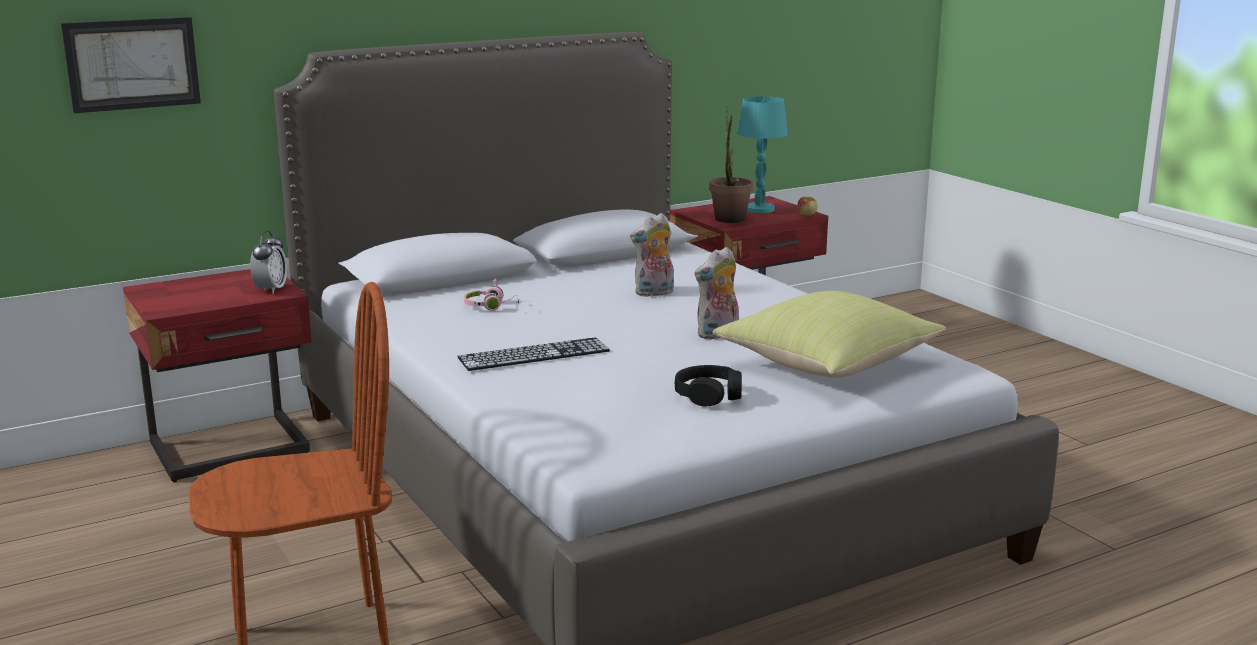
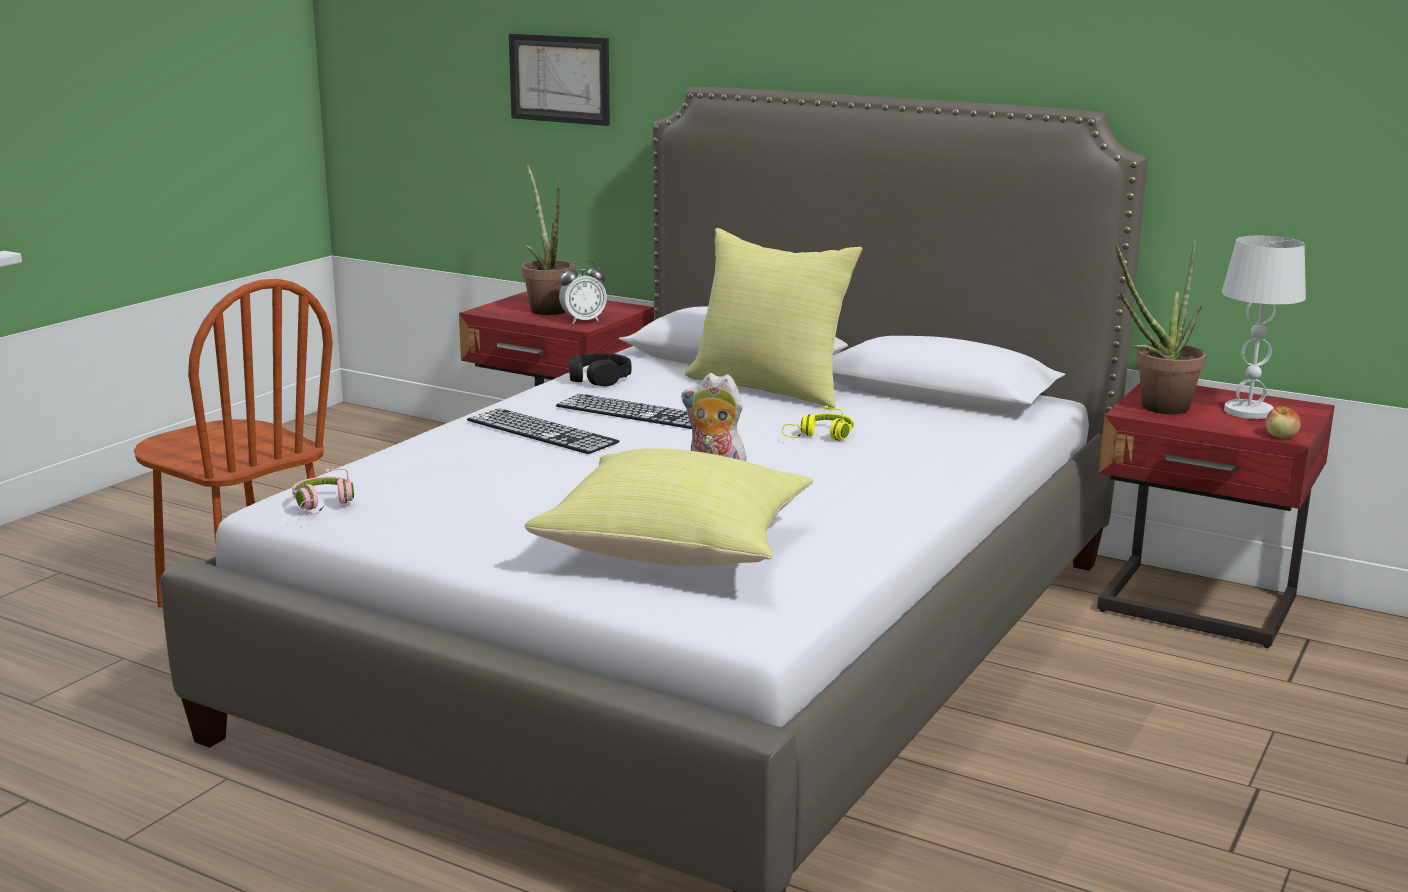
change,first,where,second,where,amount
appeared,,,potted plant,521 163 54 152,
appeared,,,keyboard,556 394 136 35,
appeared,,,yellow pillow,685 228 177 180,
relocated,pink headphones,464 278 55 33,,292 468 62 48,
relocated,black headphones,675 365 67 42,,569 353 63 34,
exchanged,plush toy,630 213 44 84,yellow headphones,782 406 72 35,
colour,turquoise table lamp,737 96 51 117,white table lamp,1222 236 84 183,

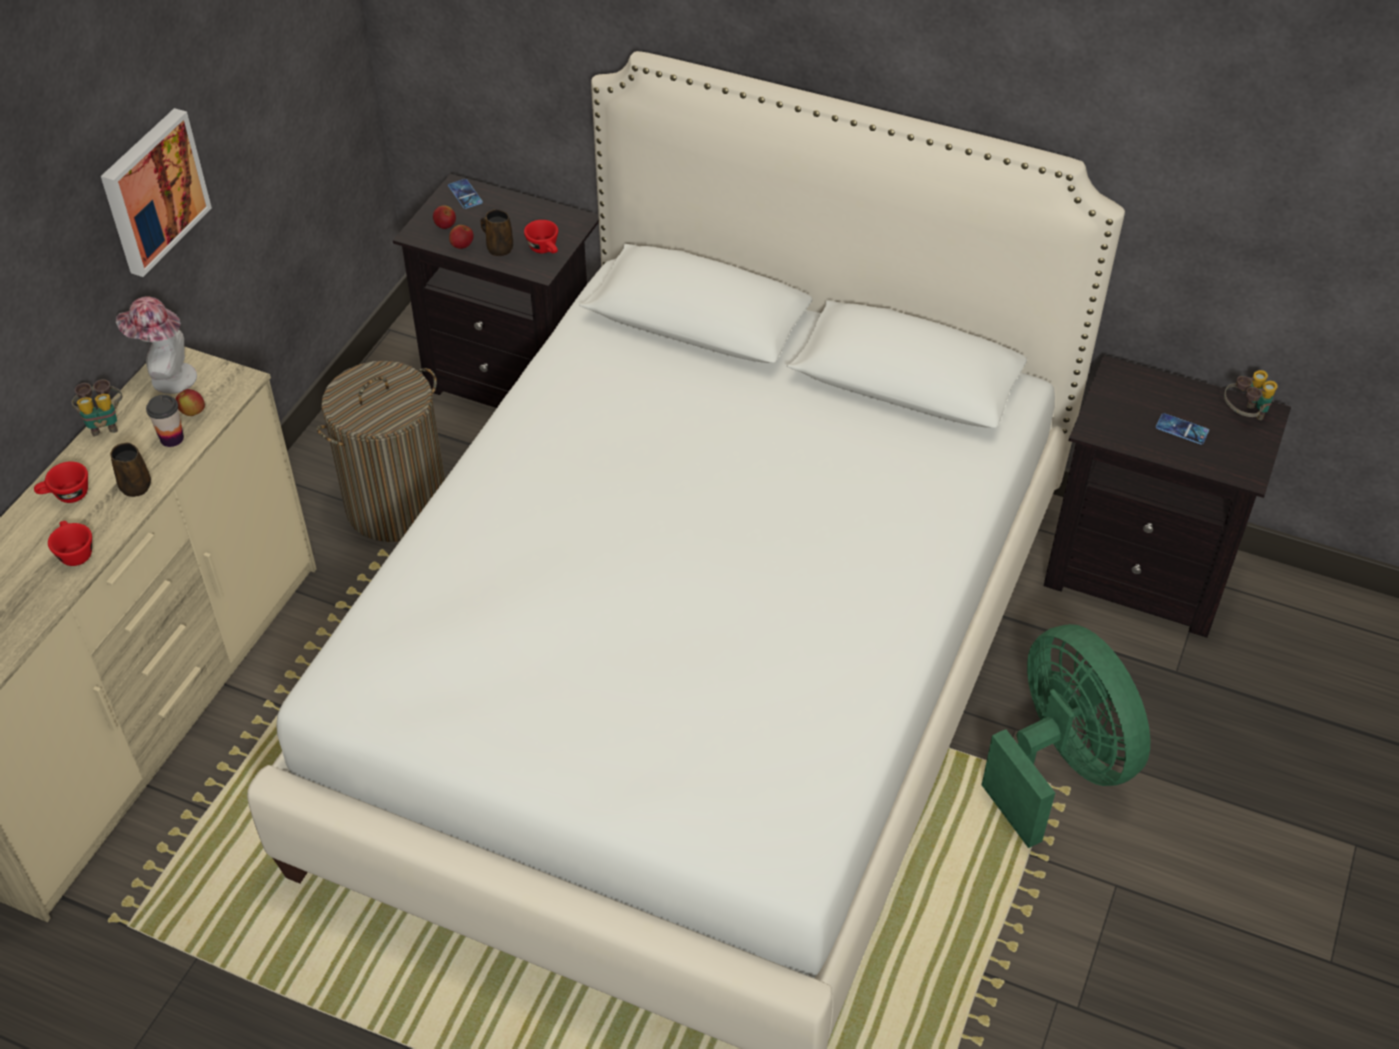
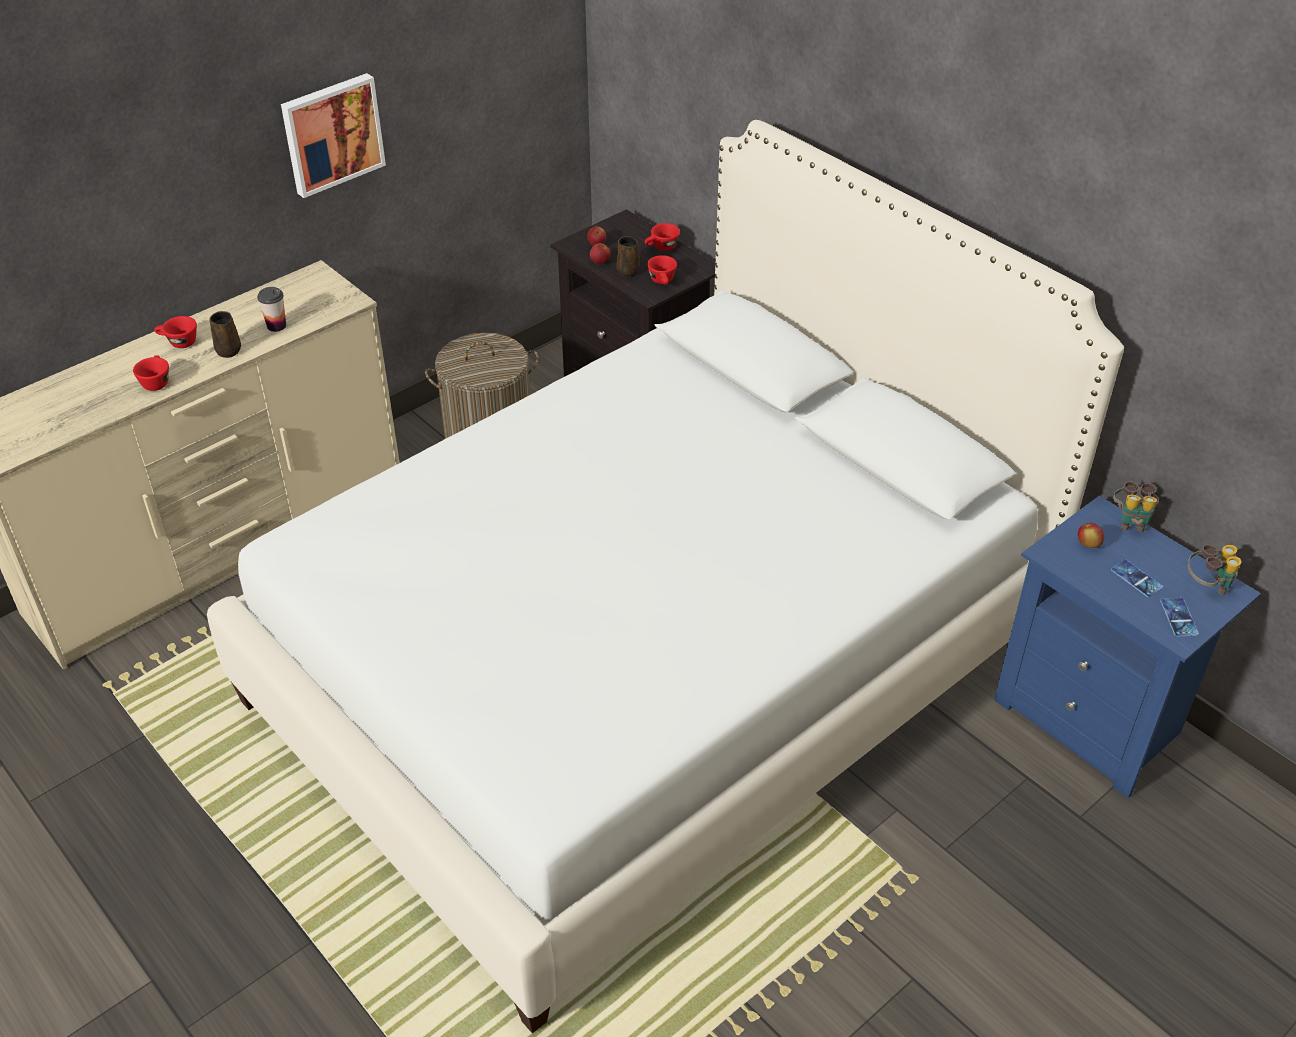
change,first,where,second,where,amount
missing,hat,116 296 81 98,,,
missing,green fan,982 624 168 224,,,
appeared,,,red cup,645 223 35 28,
relocated,binoculars,72 379 50 58,,1113 481 46 51,
relocated,apple,176 389 29 27,,1078 523 26 25,
relocated,phone,448 179 35 30,,1160 598 39 39,
colour,black nightstand,1043 355 248 283,blue nightstand,994 496 267 302,

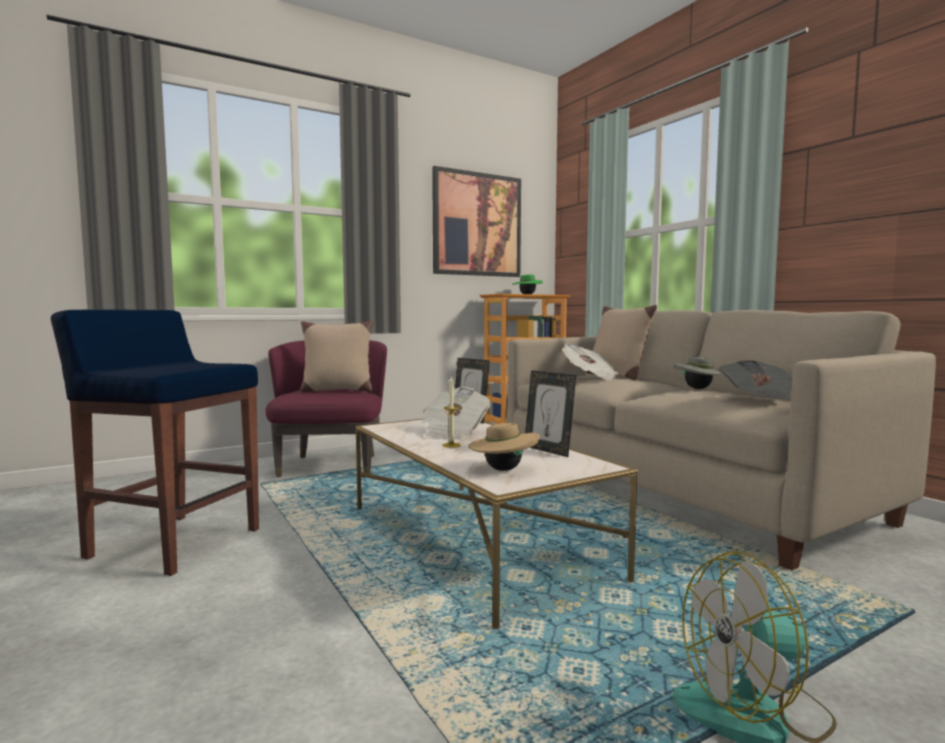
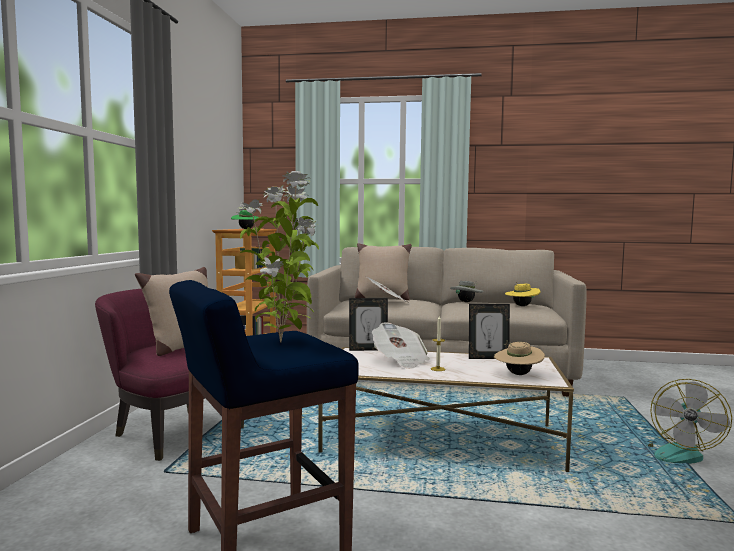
change,first,where,second,where,amount
missing,picture,432 166 89 111,,,
appeared,,,potted plant,239 171 80 172,
exchanged,newspaper,718 360 75 38,yellow hat,505 282 35 24,

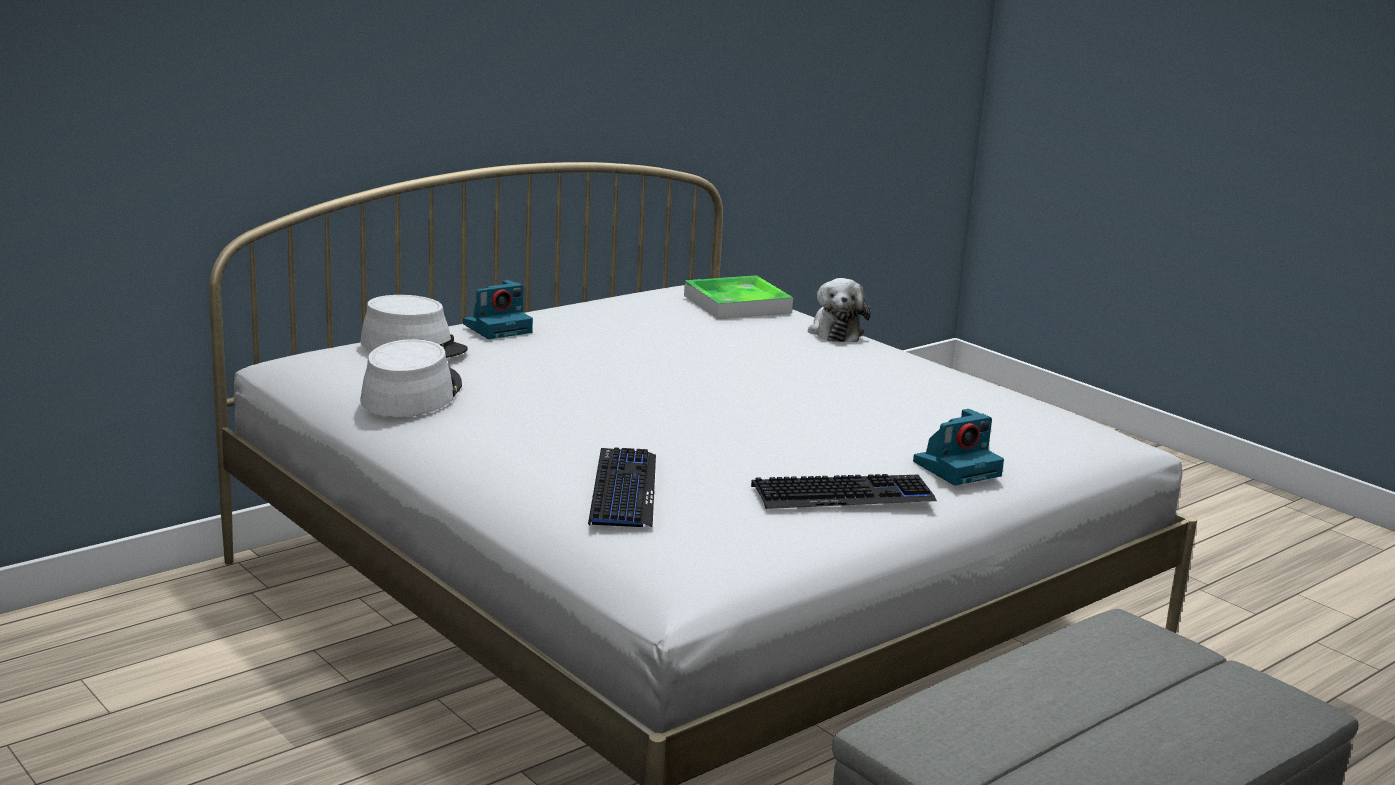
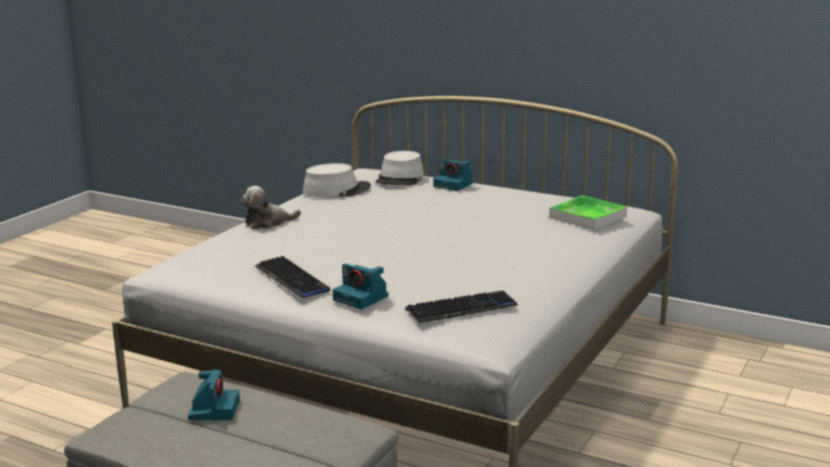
change,first,where,second,where,amount
appeared,,,photo camera,188 370 52 50,
relocated,keyboard,588 447 68 80,,406 291 112 33,
relocated,plush toy,808 278 63 64,,241 186 60 43,

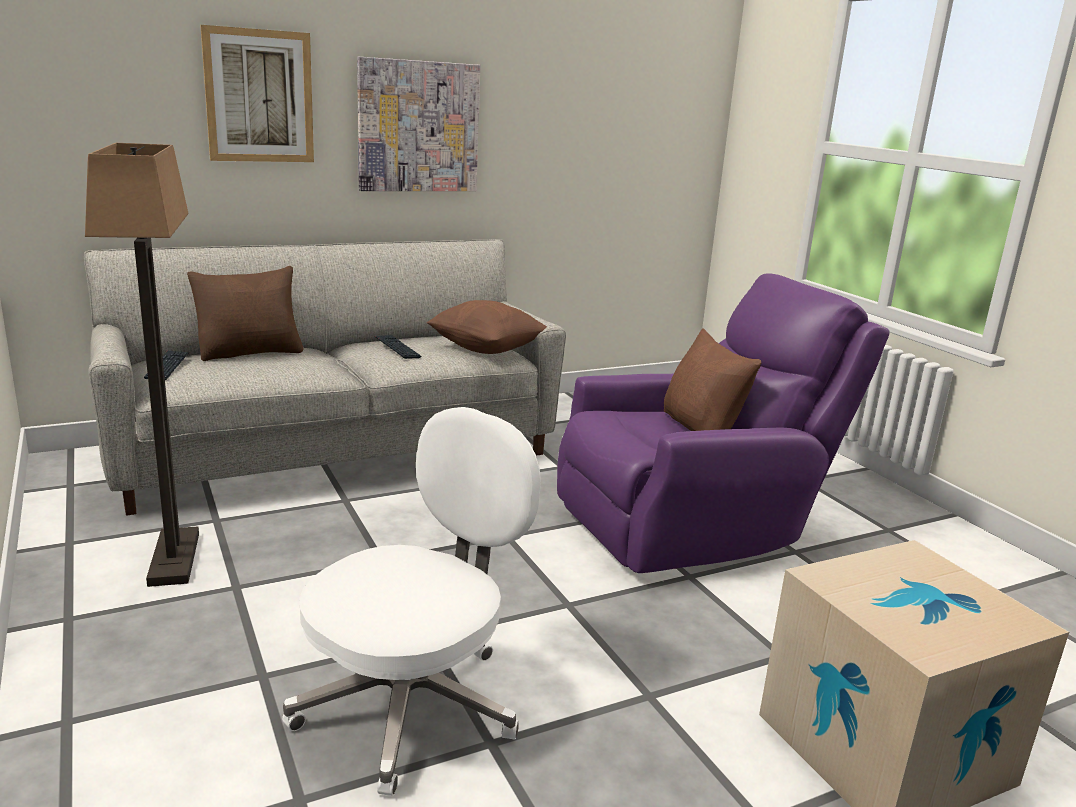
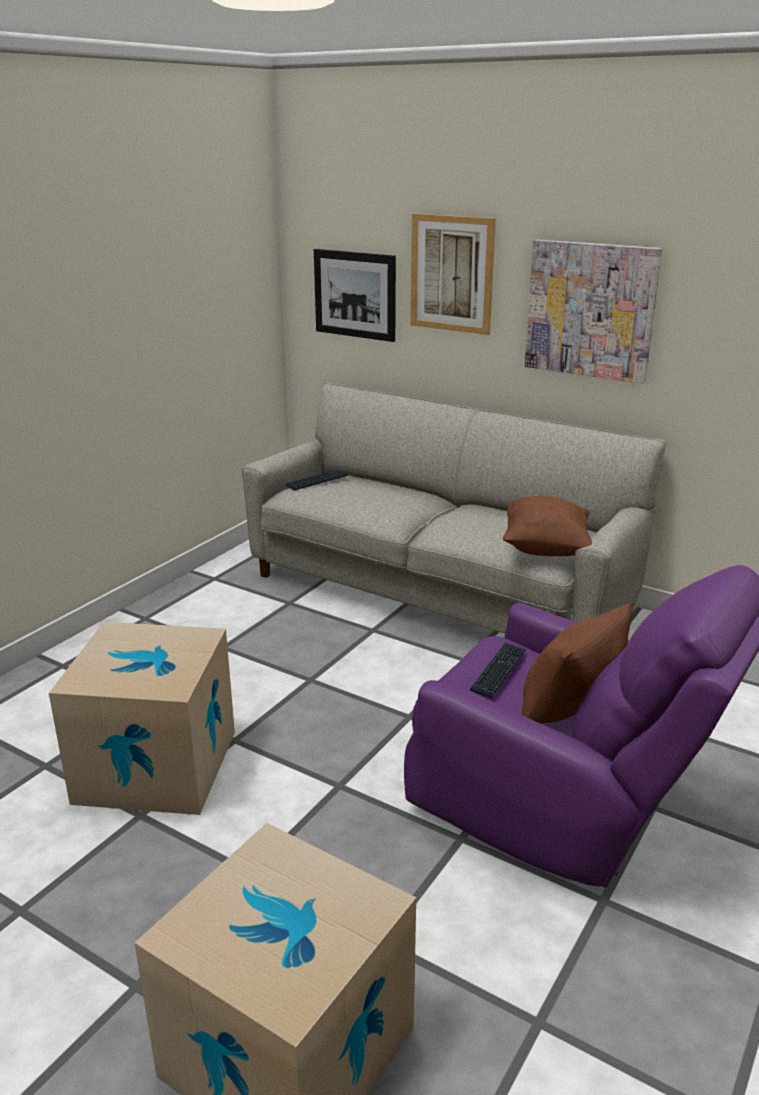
change,first,where,second,where,amount
missing,floor lamp,85 143 114 444,,,
missing,brown pillow,187 266 116 95,,,
appeared,,,picture,314 249 82 93,
relocated,keyboard,375 335 46 24,,470 643 56 55,
exchanged,white office chair,282 407 259 389,cardboard box,49 622 186 193,

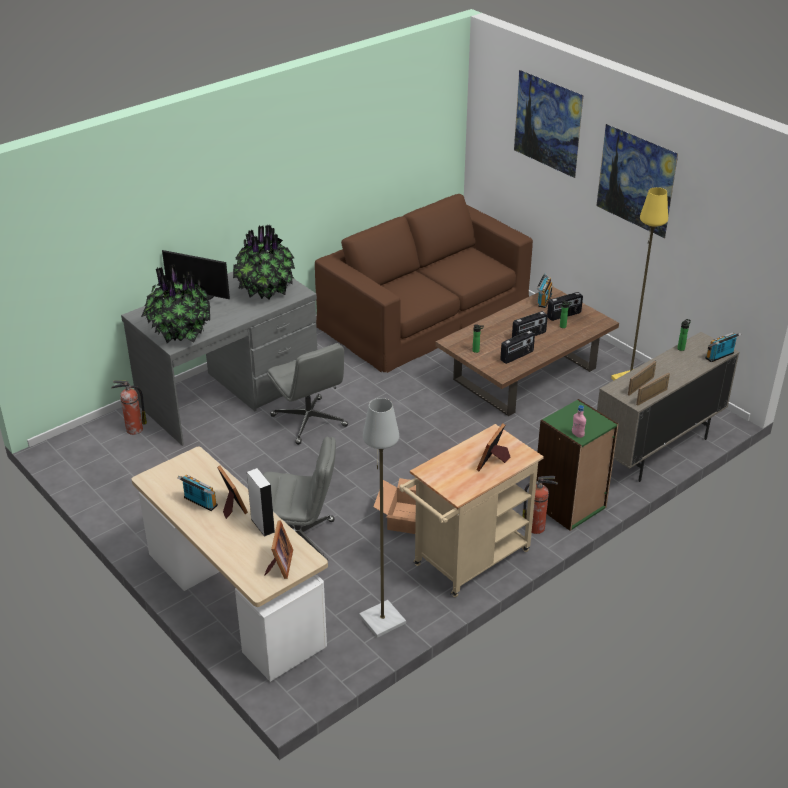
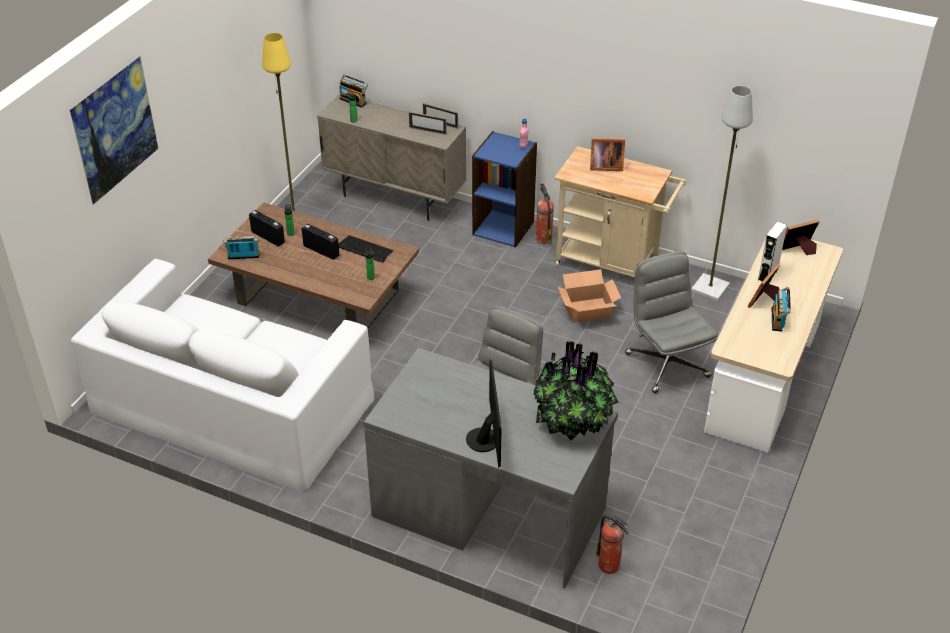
change,first,where,second,where,amount
missing,potted plant,233 225 62 74,,,
missing,picture,596 124 82 114,,,
exchanged,radio,500 330 35 34,keyboard,339 235 54 27,
colour,brown sofa,315 194 218 179,white sofa,71 259 303 232,
colour,green bookcase,536 399 83 132,blue bookcase,472 131 65 117,

